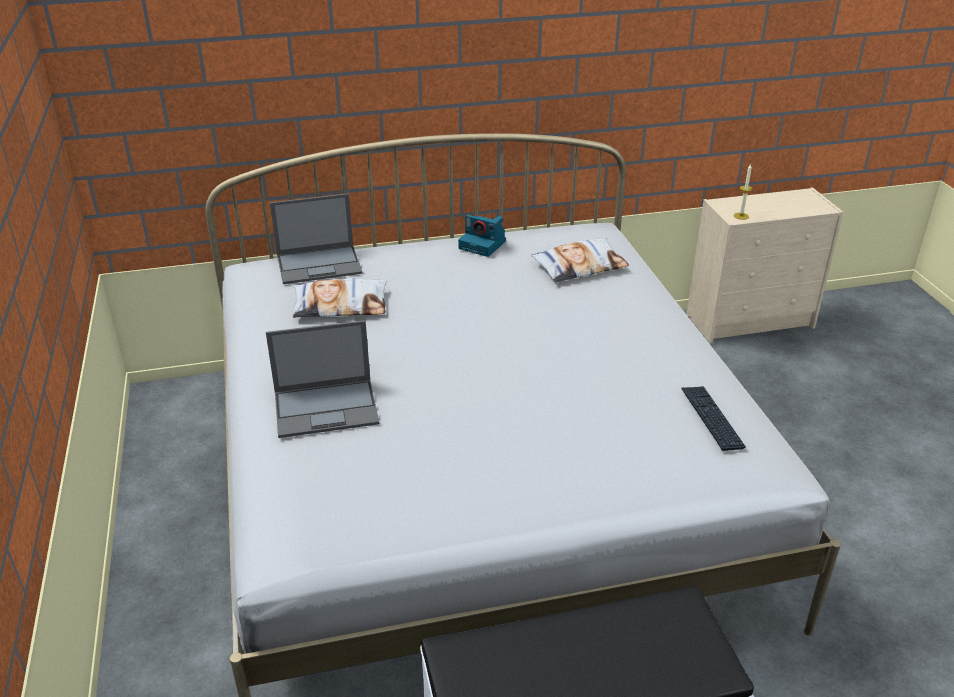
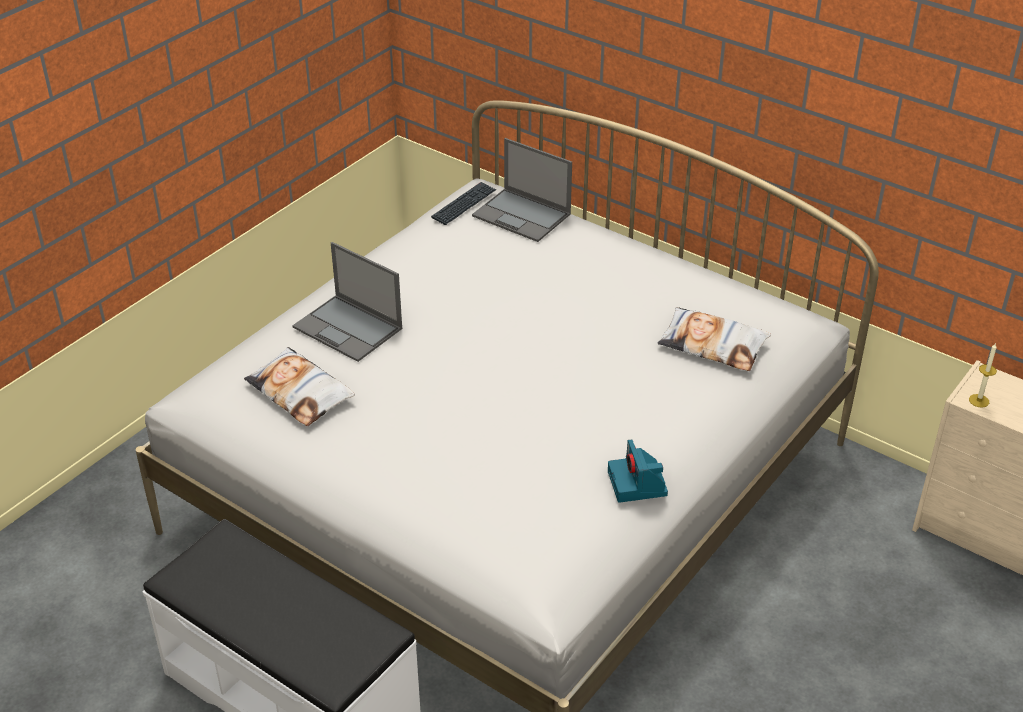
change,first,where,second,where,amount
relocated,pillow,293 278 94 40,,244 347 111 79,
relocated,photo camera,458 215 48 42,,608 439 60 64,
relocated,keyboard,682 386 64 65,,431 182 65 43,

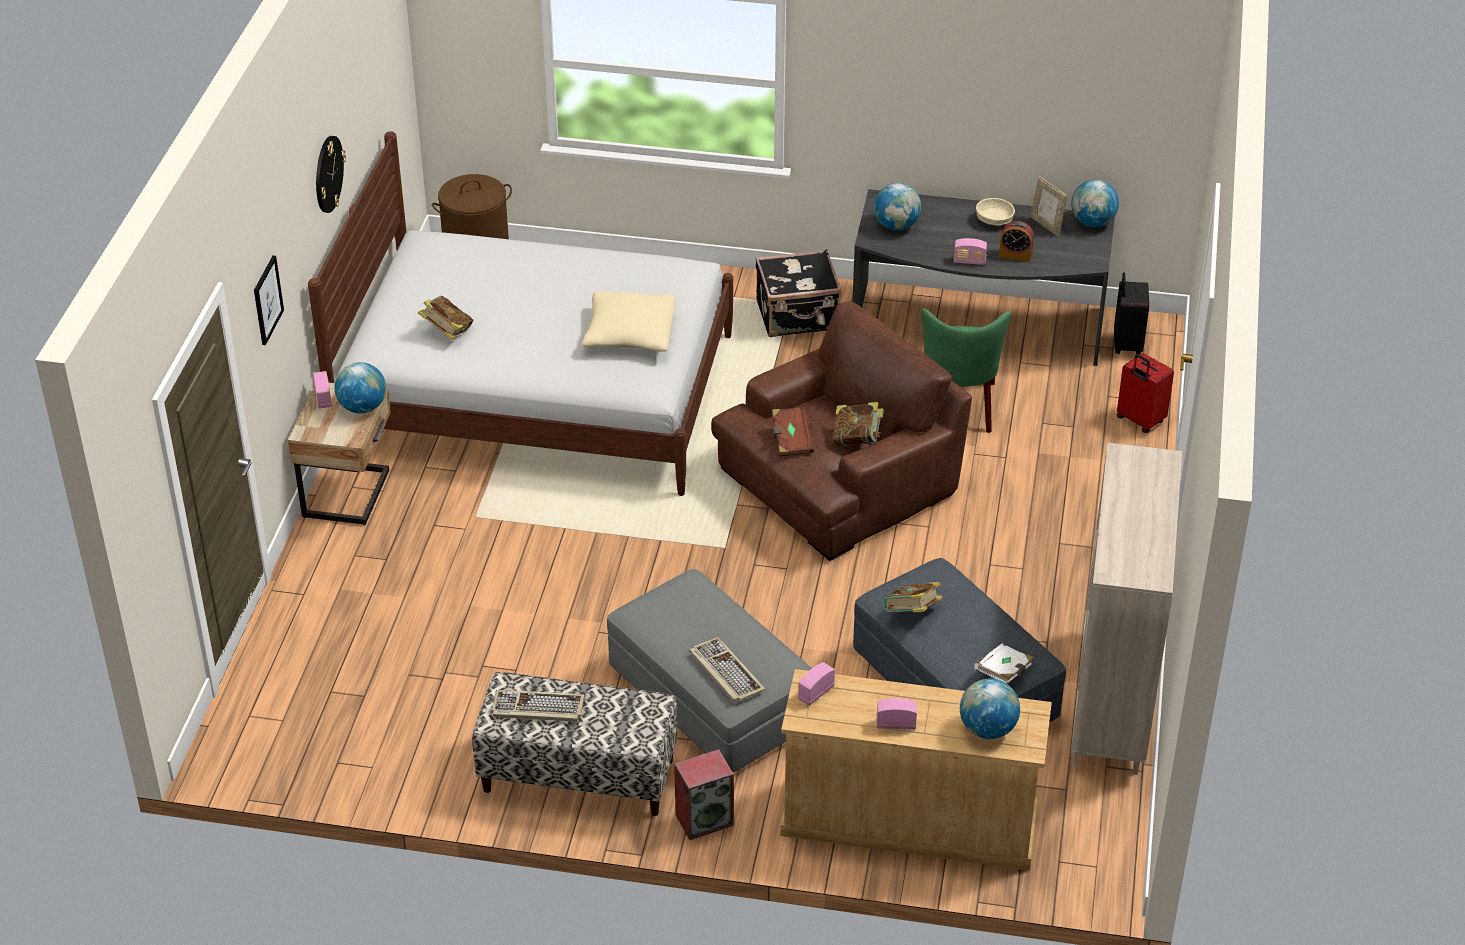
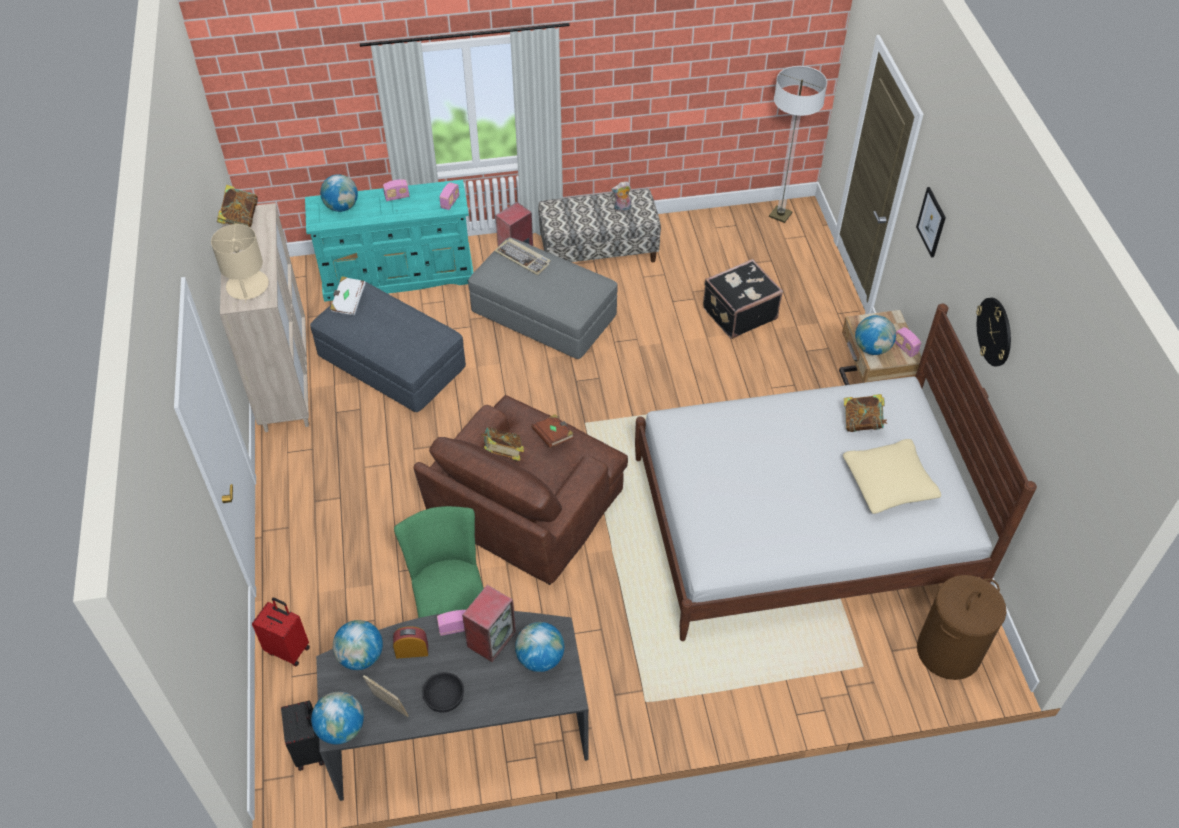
change,first,where,second,where,amount
appeared,,,beige table lamp,211 224 58 79,
appeared,,,globe,333 620 50 50,
appeared,,,speaker,462 585 54 77,
appeared,,,floor lamp,769 66 58 157,
relocated,beige pillow,582 291 94 61,,843 439 98 75,
relocated,black suitcase,756 249 86 88,,703 259 80 80,
relocated,book,883 582 59 30,,217 185 41 42,
exchanged,keyboard,492 690 92 32,plush toy,611 181 21 31,
colour,beige dresser,781 669 271 202,turquoise dresser,305 180 169 122,
colour,beige bowl,976 198 39 27,black bowl,422 672 42 41,

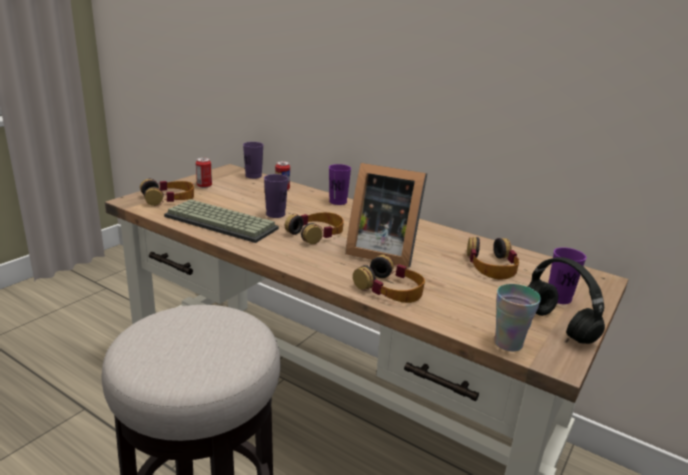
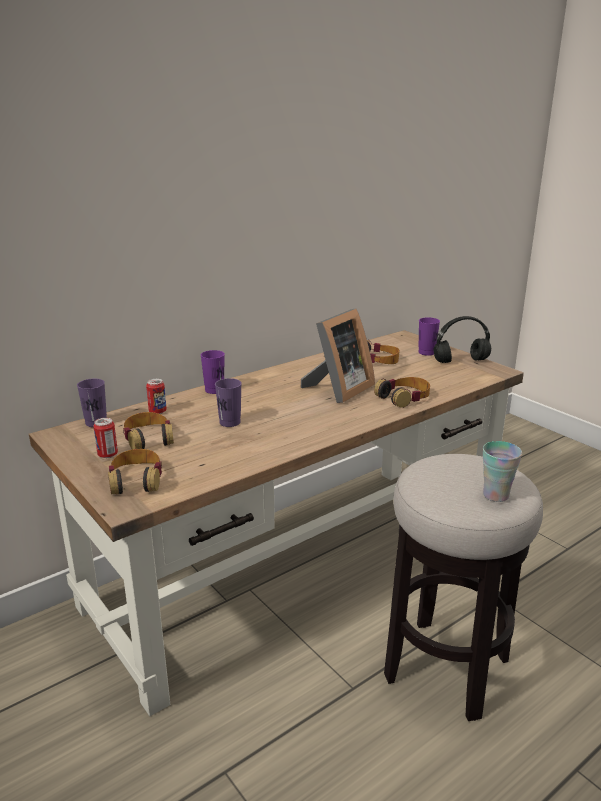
change,first,where,second,where,amount
missing,keyboard,164 199 115 44,,,
relocated,headphones,285 212 59 32,,123 412 51 37,
relocated,cup,494 284 47 68,,483 441 39 61,

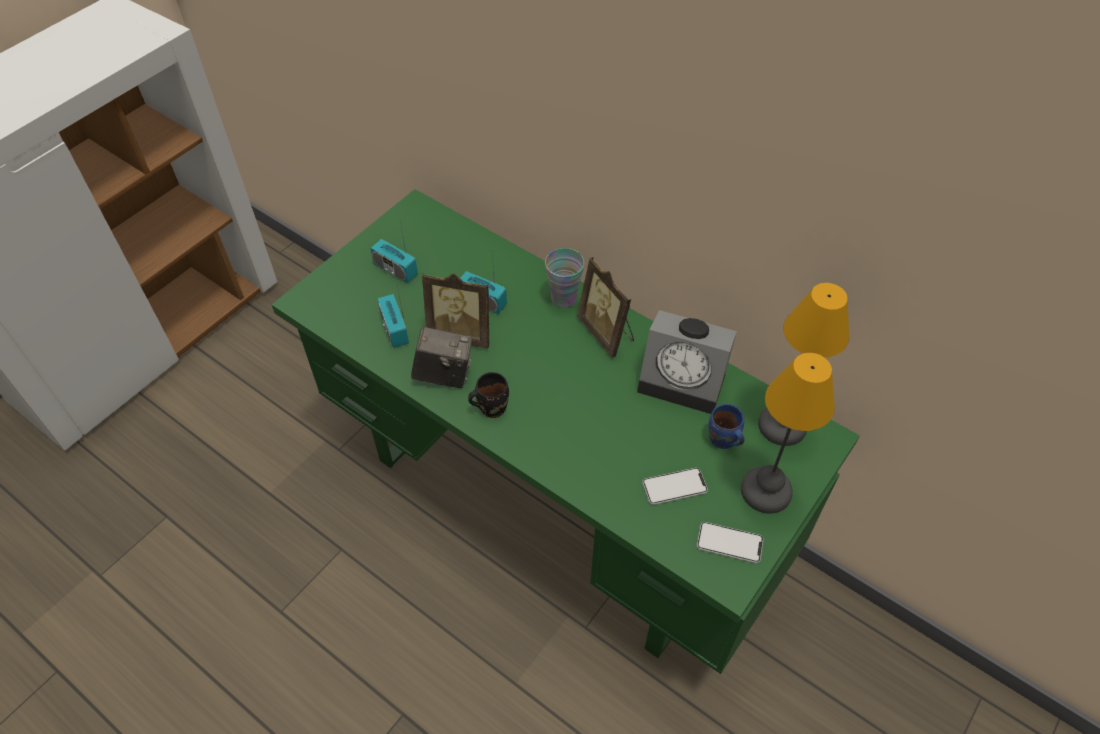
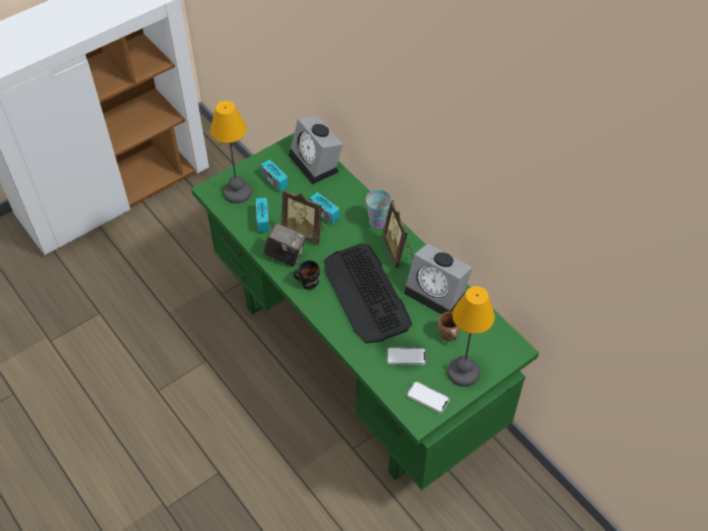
change,first,where,second,where,amount
appeared,,,alarm clock,289 116 54 68,
appeared,,,keyboard,324 244 88 99,
relocated,table lamp,758 283 91 163,,210 101 42 102,
colour,blue mug,709 404 35 45,brown mug,438 312 22 29,

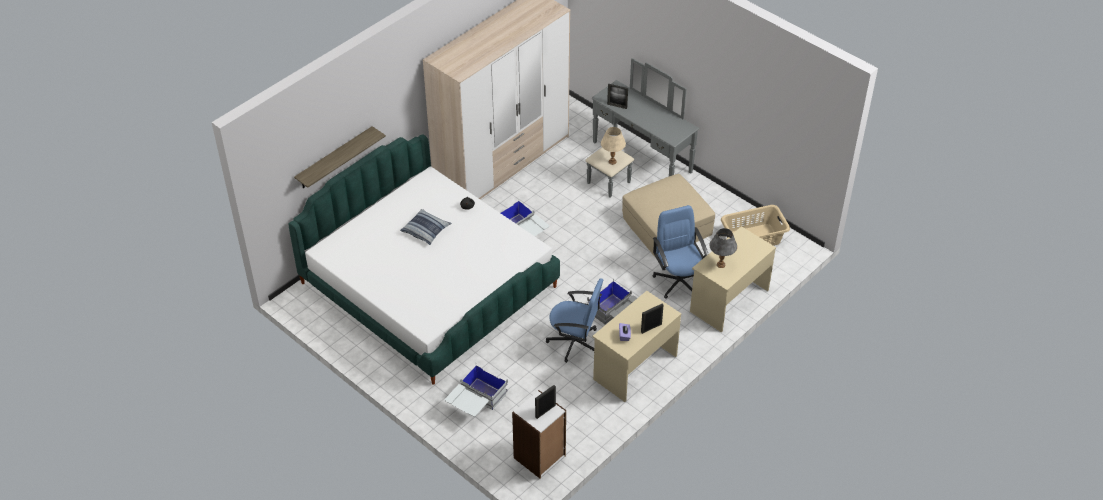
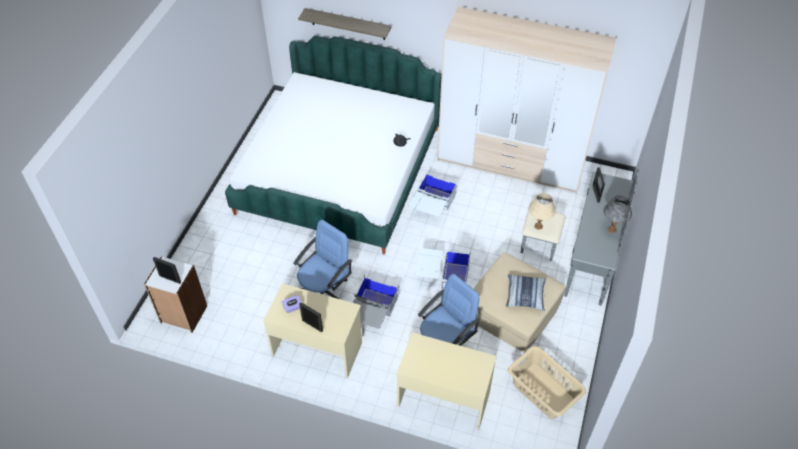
change,first,where,second,where,amount
relocated,pillow,400 209 51 36,,506 274 40 37,
relocated,white storage box,445 366 63 51,,416 248 55 42,
relocated,grey table lamp,709 228 28 40,,604 195 28 38,
spun,blue office chair,546 278 57 85,,293 220 59 79,135 degrees counterclockwise

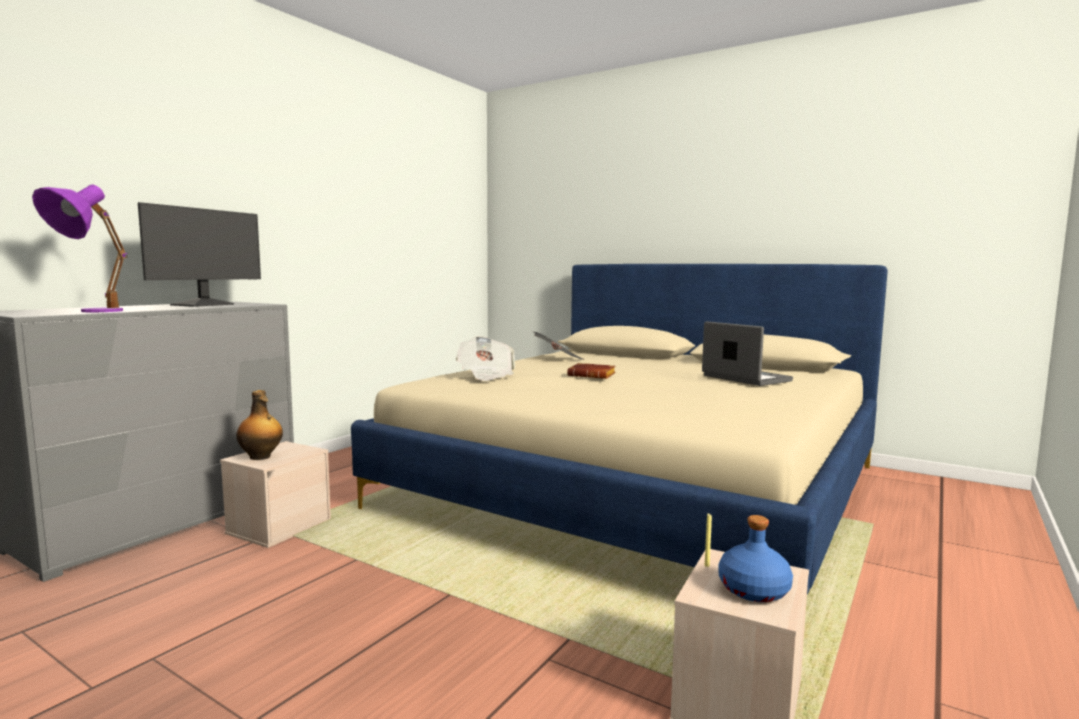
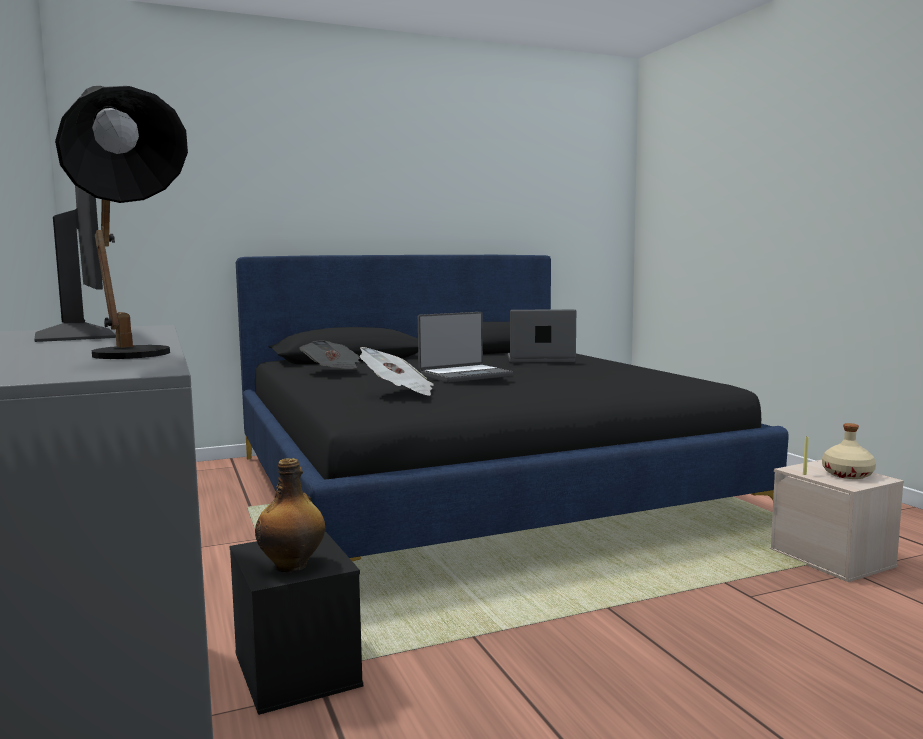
change,first,where,second,where,amount
exchanged,brown book,567 363 49 16,laptop,418 312 95 71,
colour,purple table lamp,32 185 95 127,black table lamp,55 86 133 273,
colour,beige storage box,220 441 111 107,black storage box,230 531 133 184,
colour,beige bed,351 264 537 331,black bed,236 255 553 306,
colour,blue bottle,719 515 74 87,beige bottle,822 423 54 56,

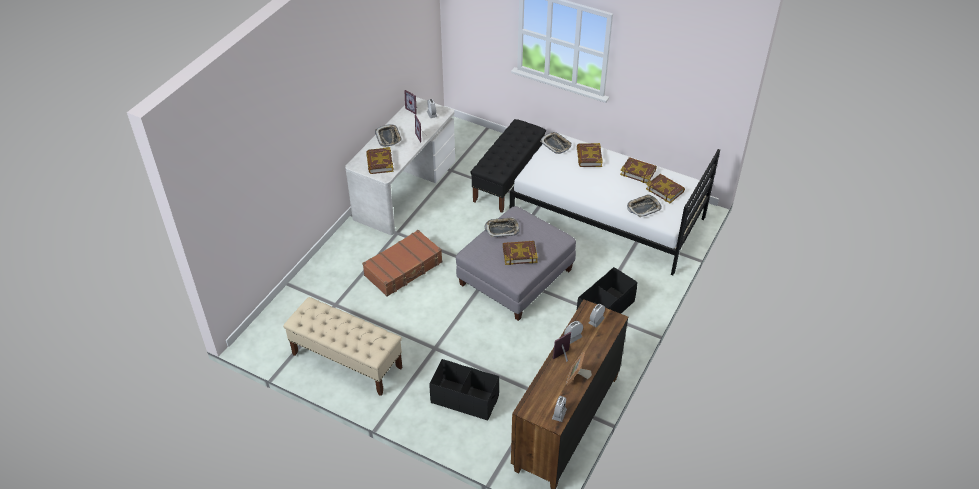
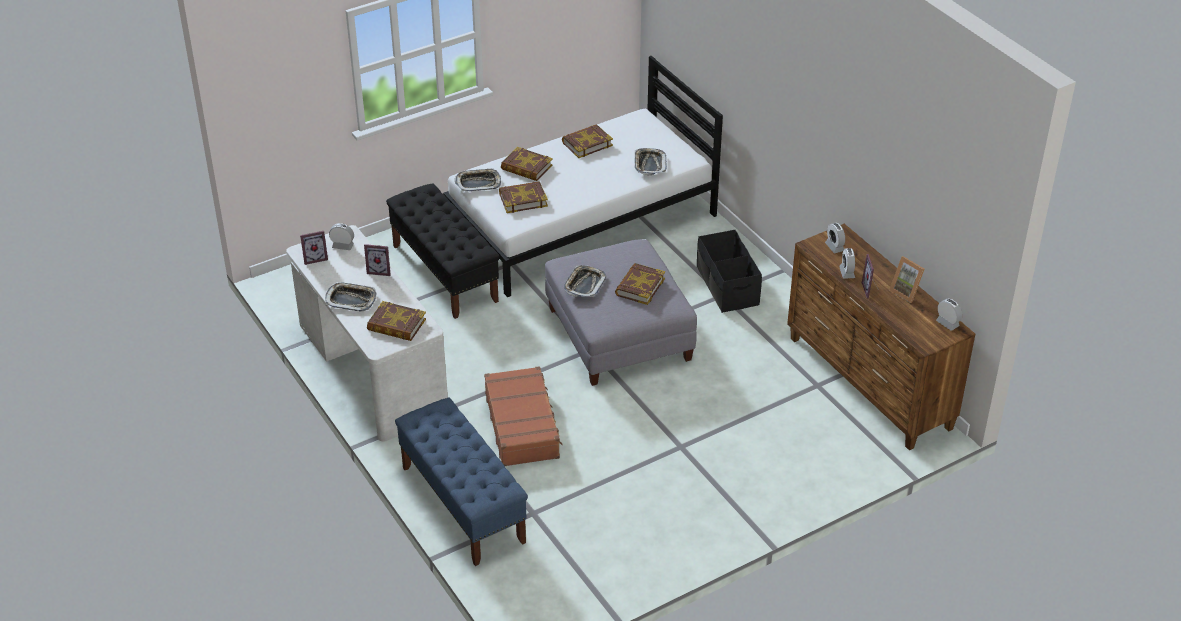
change,first,where,second,where,amount
missing,beige bench,283 297 119 99,,,
missing,black storage box,429 359 70 62,,,
appeared,,,blue bench,395 398 133 168,
relocated,book,646 174 39 29,,499 181 49 32,

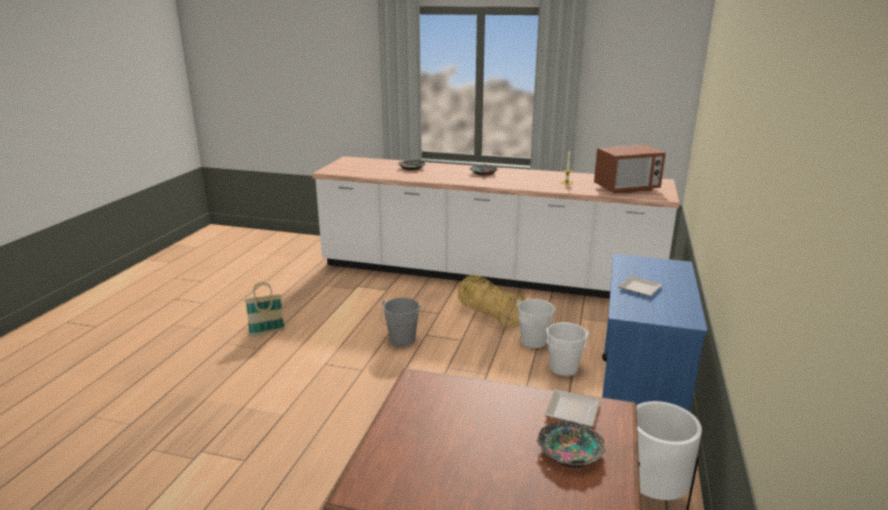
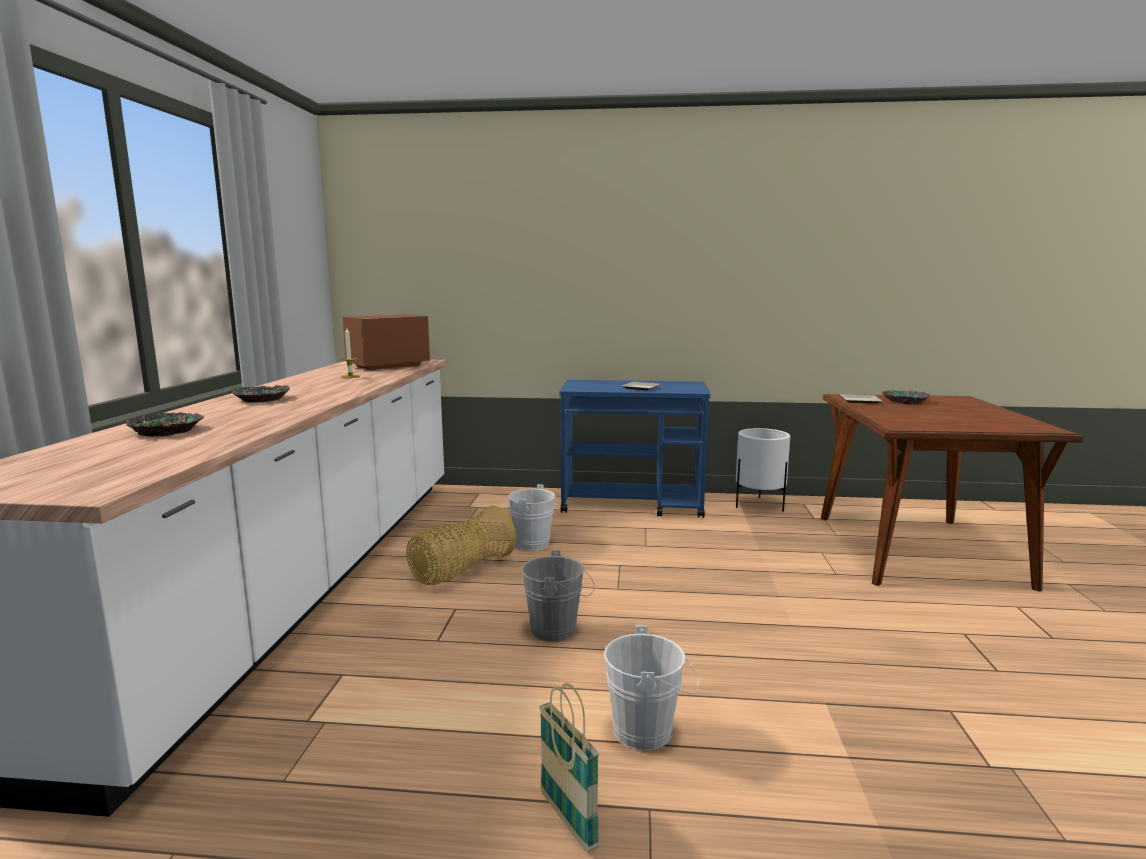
change,first,where,second,where,amount
relocated,white bucket,545 322 44 54,,604 626 95 125,
spun,microwave,594 145 72 48,,343 314 87 56,105 degrees counterclockwise

